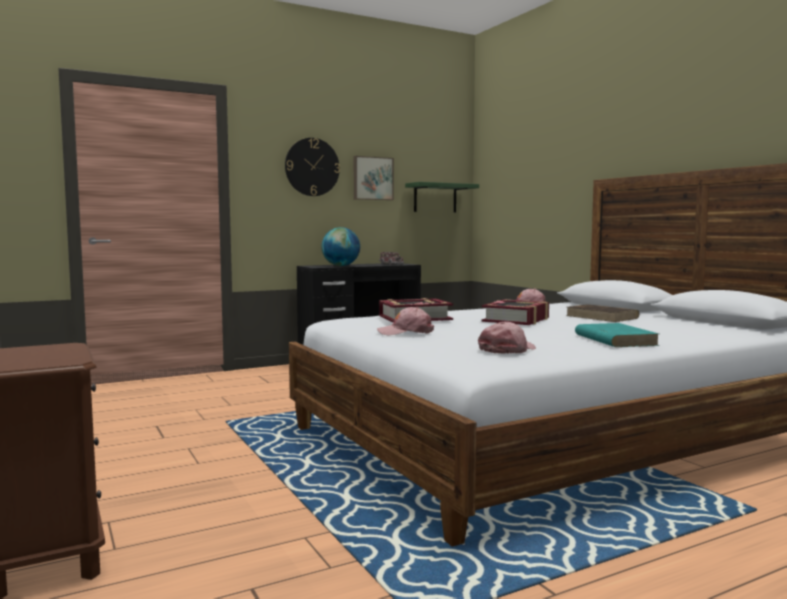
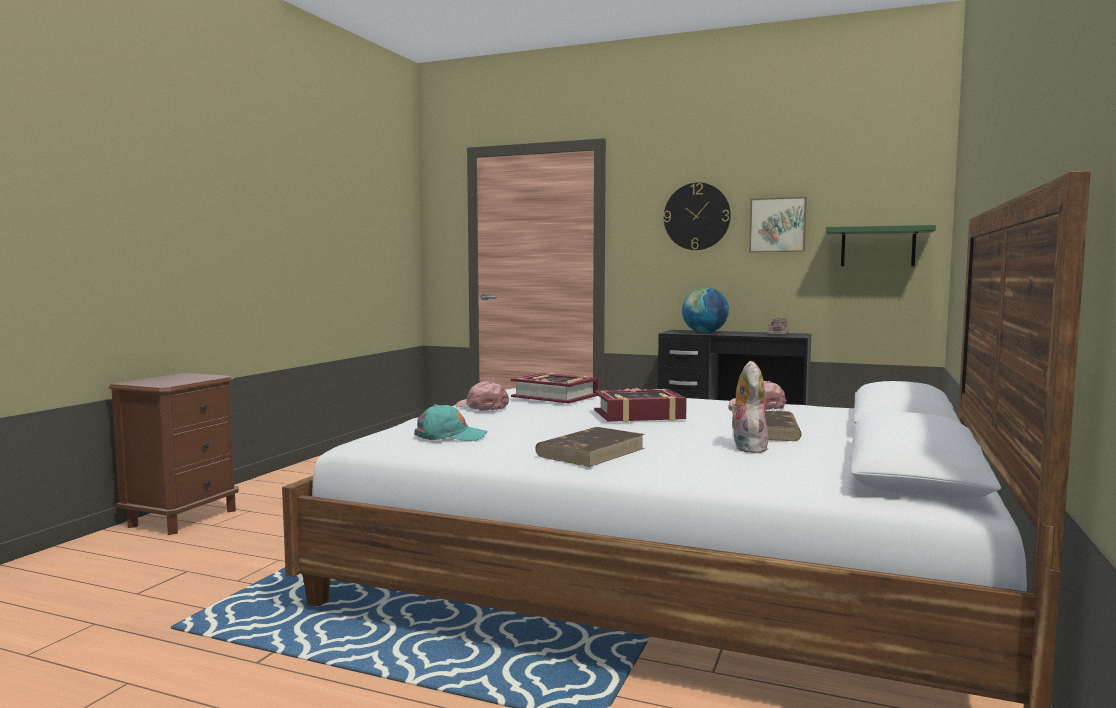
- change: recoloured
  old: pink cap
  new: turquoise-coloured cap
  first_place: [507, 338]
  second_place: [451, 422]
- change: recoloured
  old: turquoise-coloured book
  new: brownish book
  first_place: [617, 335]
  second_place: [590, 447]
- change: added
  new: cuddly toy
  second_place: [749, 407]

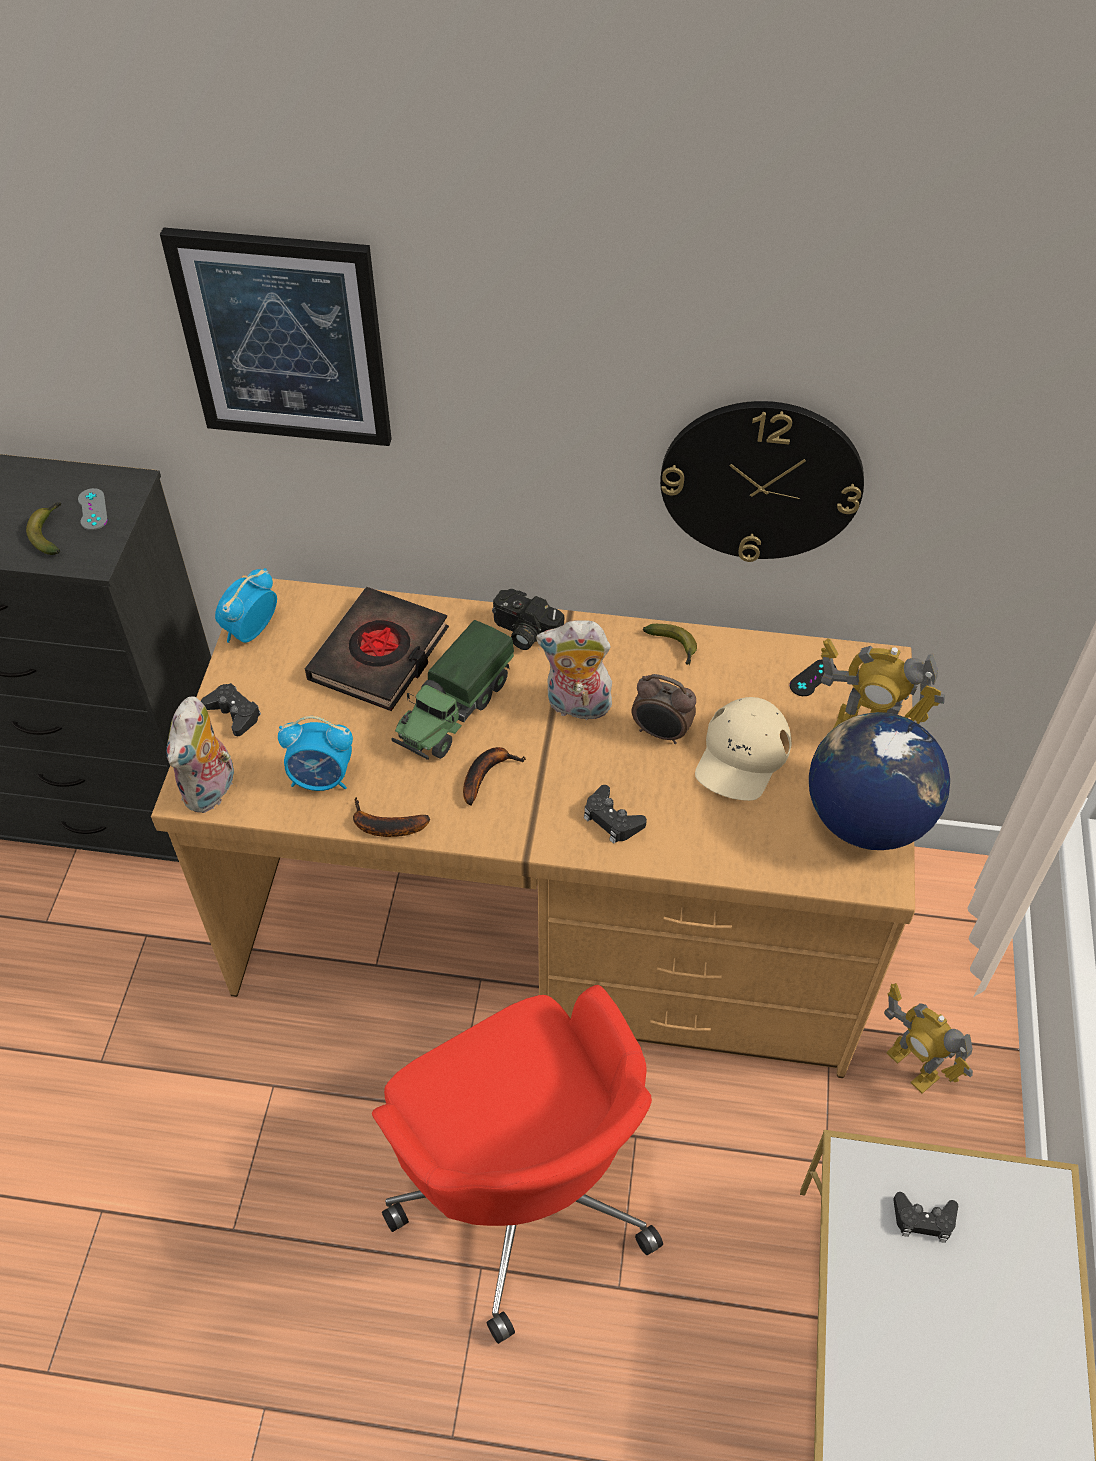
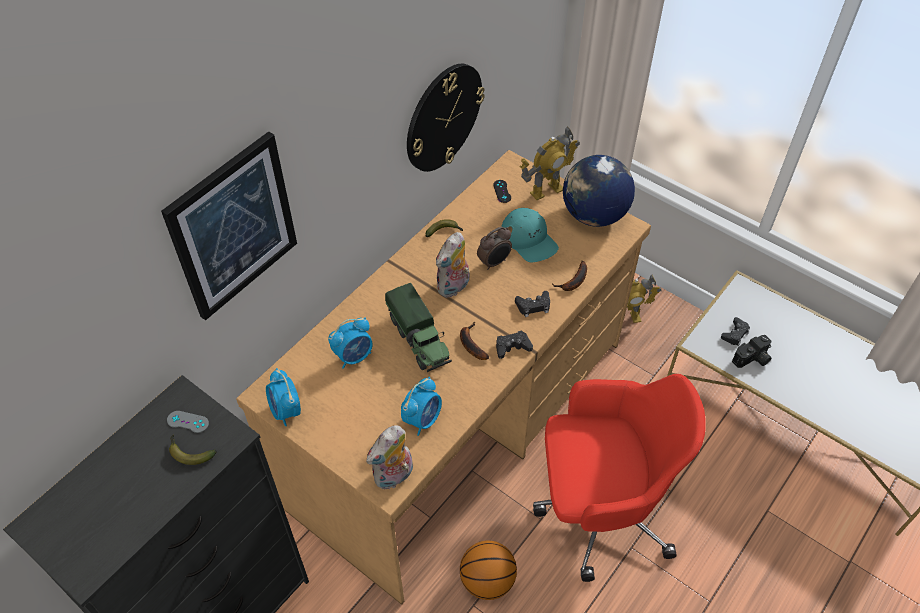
- change: replaced
  old: black book
  new: bedside clock
  first_place: [377, 649]
  second_place: [350, 343]
- change: moved
  old: photo camera
  first_place: [528, 619]
  second_place: [752, 351]
- change: moved
  old: black game controller
  first_place: [231, 709]
  second_place: [514, 345]
- change: turned
  old: cuddly toy
  first_place: [200, 754]
  second_place: [389, 457]
  degrees: 90
- change: recoloured
  old: sand-coloured cap
  new: turquoise-coloured cap
  first_place: [743, 749]
  second_place: [530, 235]
- change: moved
  old: banana
  first_place: [391, 817]
  second_place: [569, 276]
- change: added
  new: ball for basketball
  second_place: [488, 570]

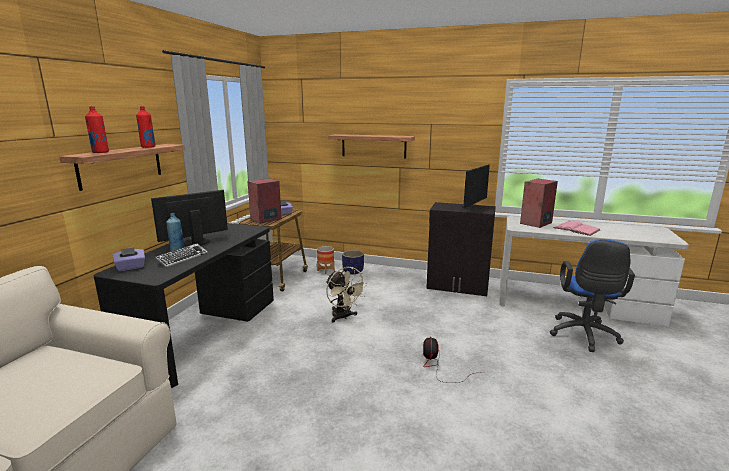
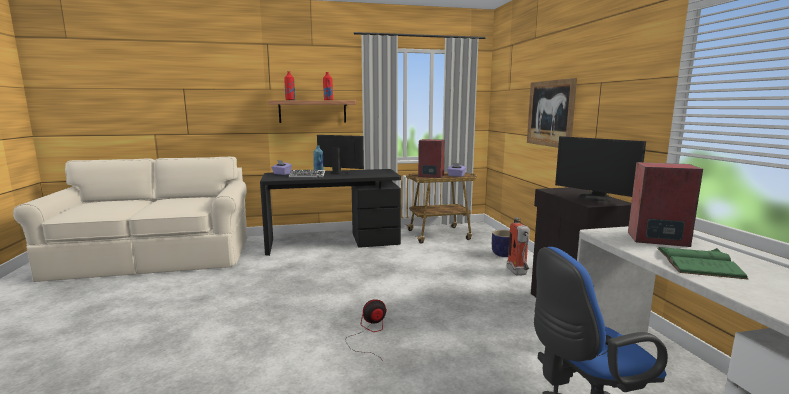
- change: replaced
  old: wall shelf
  new: wall art
  first_place: [371, 146]
  second_place: [552, 113]
- change: turned
  old: monitor
  first_place: [476, 187]
  second_place: [600, 168]
  degrees: 45
- change: recoloured
  old: pink book
  new: green book
  first_place: [576, 228]
  second_place: [703, 263]
- change: removed
  old: flower pot
  first_place: [326, 260]
- change: removed
  old: sand-coloured cooling fan
  first_place: [347, 295]
- change: added
  new: fire extinguisher
  second_place: [518, 246]

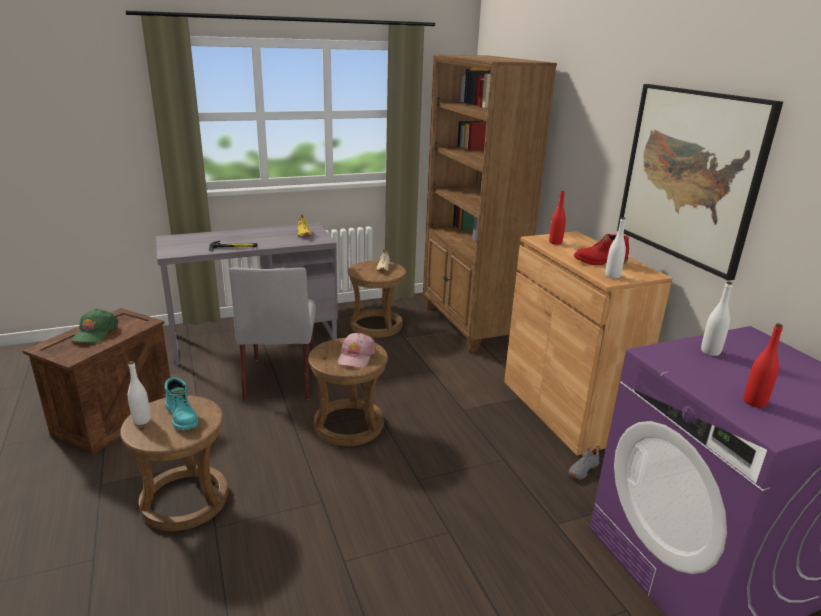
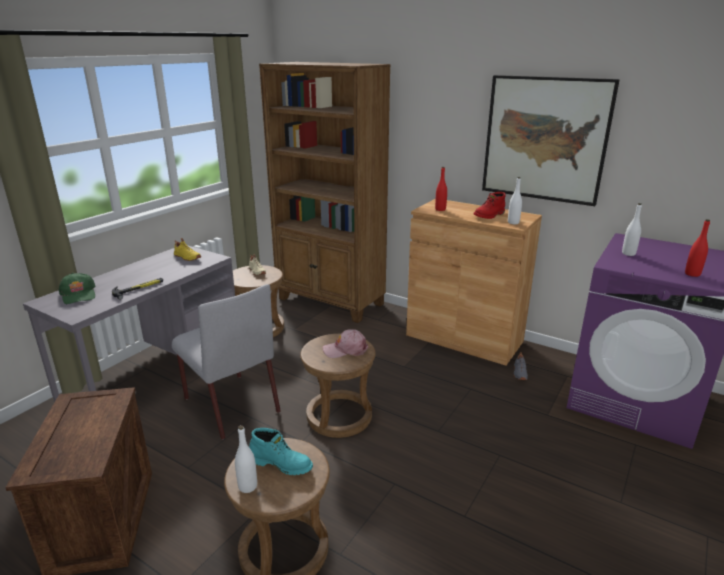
- change: moved
  old: green cap
  first_place: [94, 326]
  second_place: [77, 288]
- change: turned
  old: pink cap
  first_place: [357, 350]
  second_place: [345, 343]
  degrees: 105

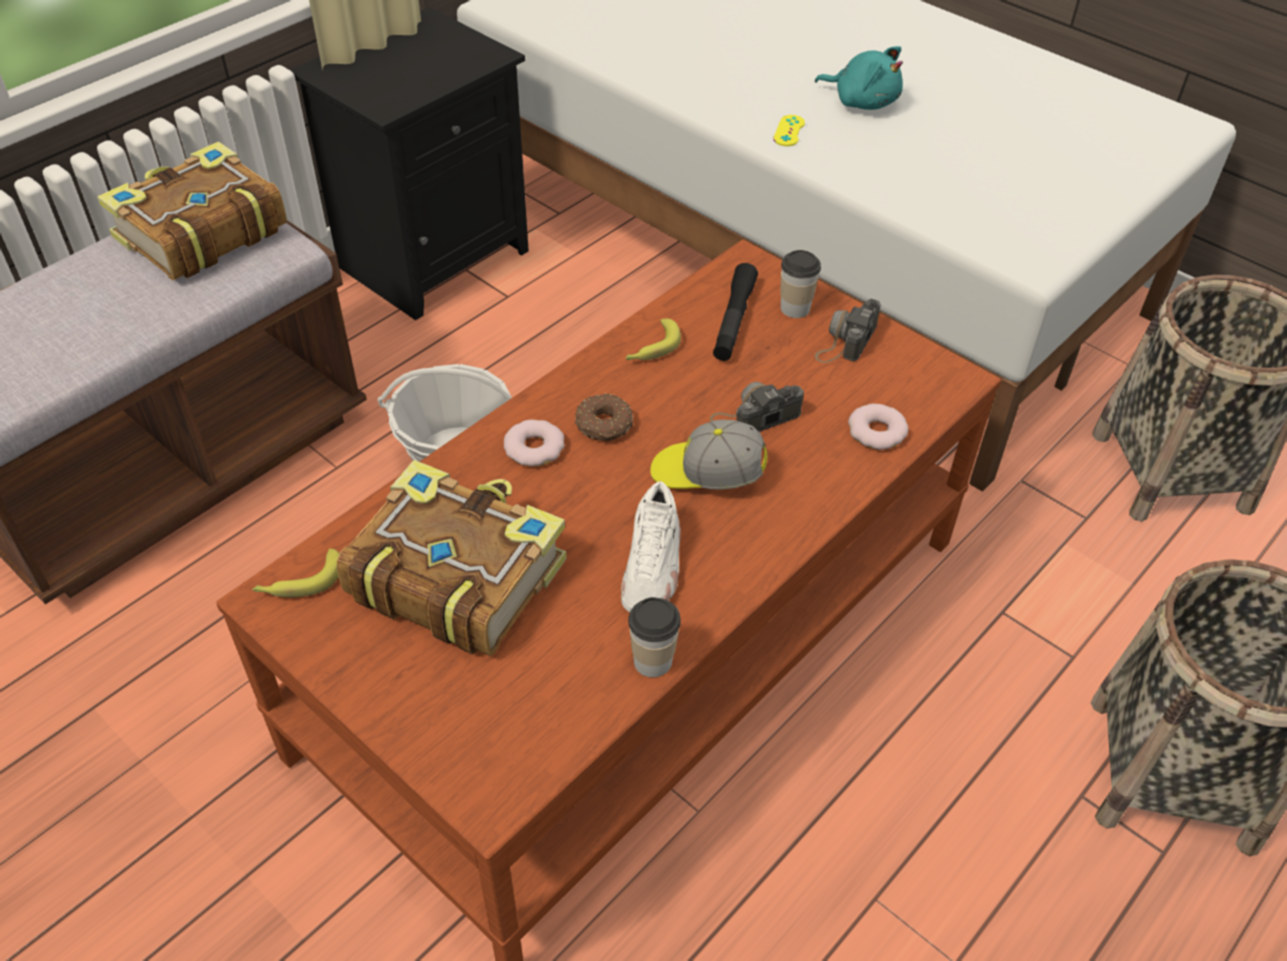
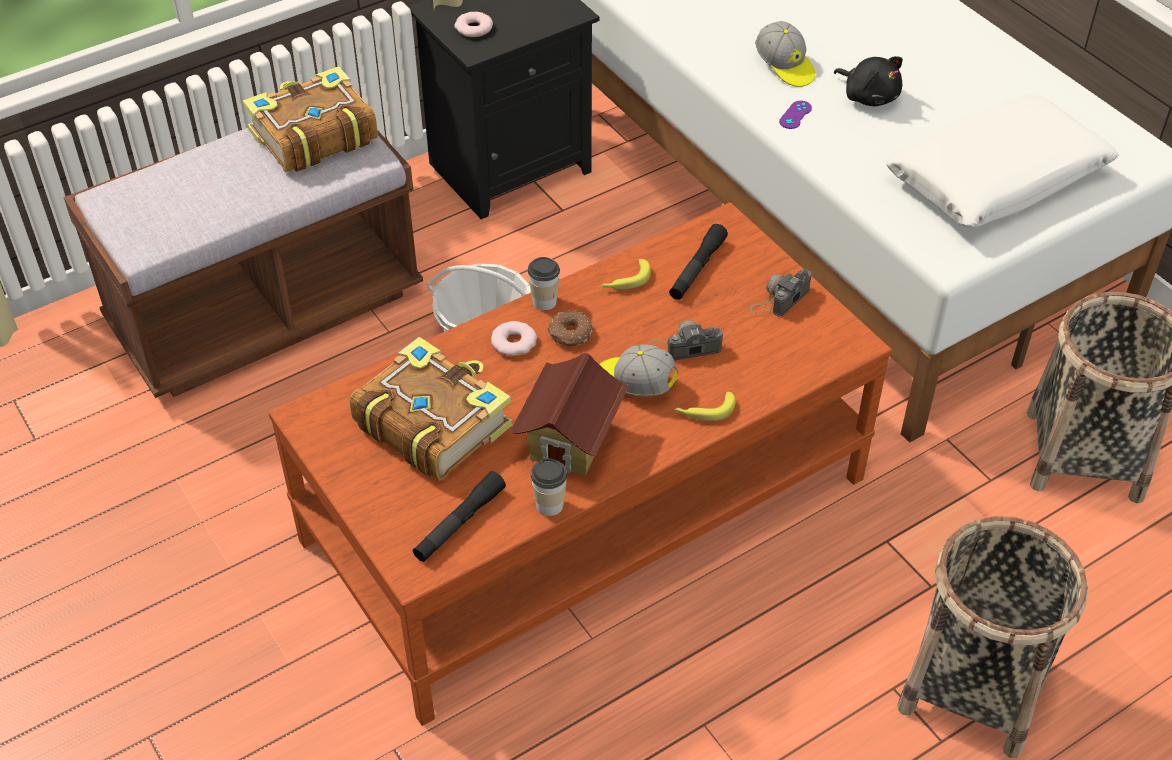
- change: recoloured
  old: turquoise-coloured cuddly toy
  new: black cuddly toy
  first_place: [859, 78]
  second_place: [868, 81]
- change: recoloured
  old: yellow-coloured game controller
  new: purple game controller
  first_place: [789, 130]
  second_place: [795, 115]
- change: moved
  old: small cup
  first_place: [800, 284]
  second_place: [544, 283]
- change: moved
  old: donut
  first_place: [878, 427]
  second_place: [474, 24]
- change: replaced
  old: whitish item of footwear
  new: miniature house
  first_place: [651, 547]
  second_place: [569, 414]
- change: moved
  old: banana
  first_place: [295, 573]
  second_place: [704, 406]
- change: added
  new: cap
  second_place: [785, 54]
- change: added
  new: whitish throw pillow
  second_place: [1002, 161]
- change: added
  new: black flashlight
  second_place: [459, 516]

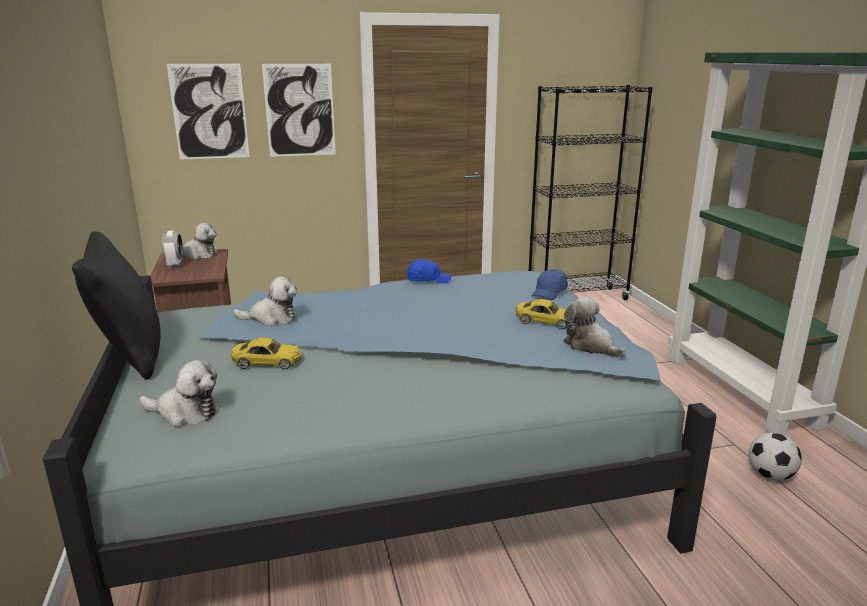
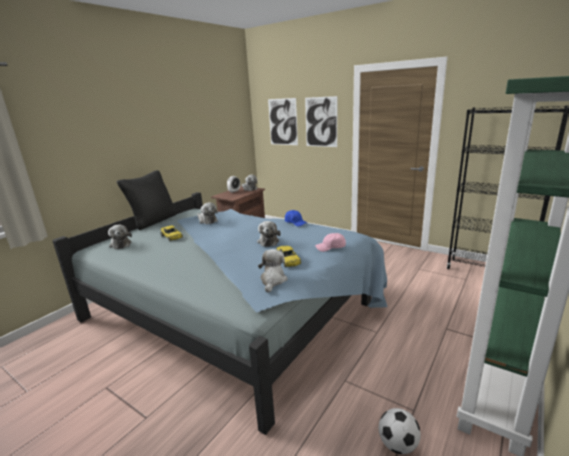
- change: recoloured
  old: blue-coloured cap
  new: pink cap
  first_place: [550, 284]
  second_place: [330, 242]
- change: added
  new: cuddly toy
  second_place: [269, 234]

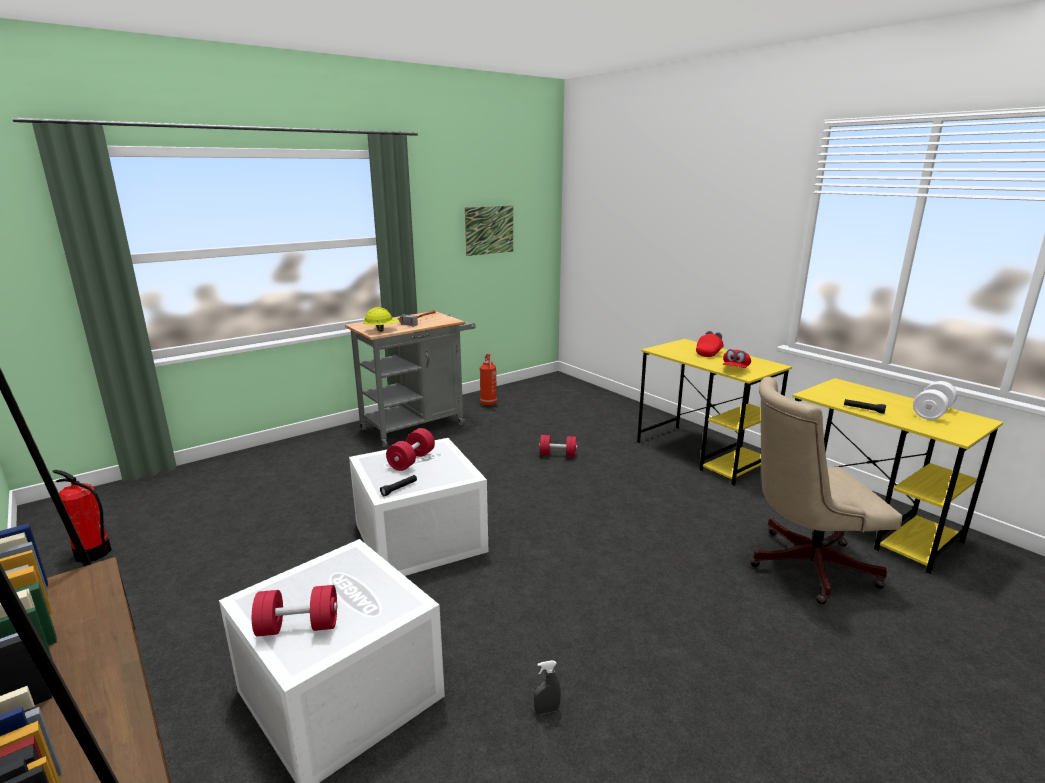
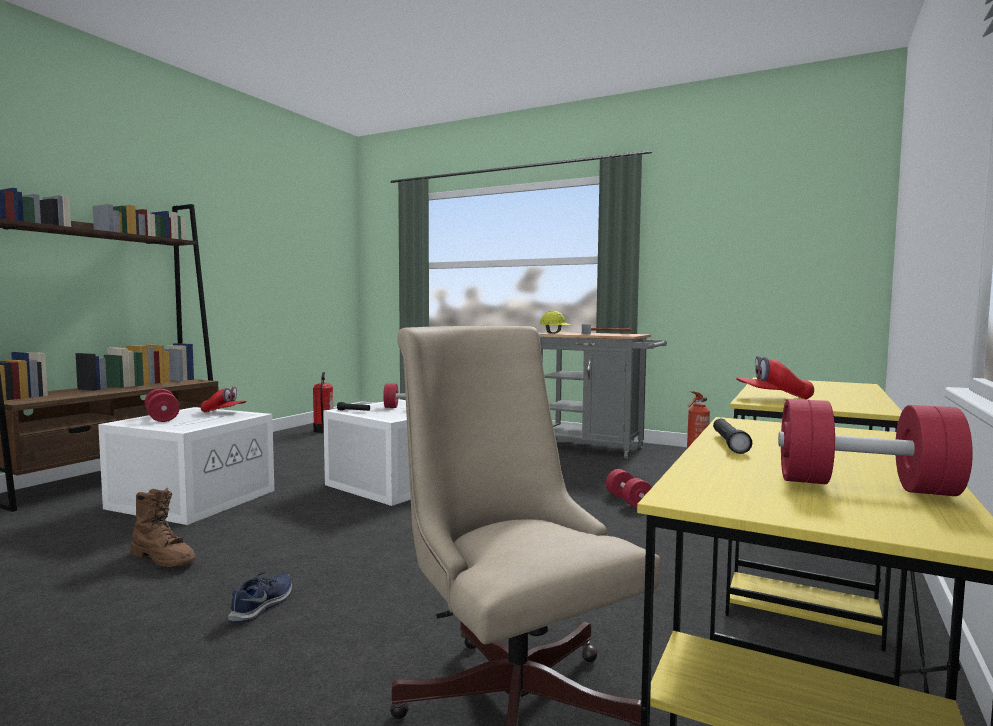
- change: removed
  old: wall art
  first_place: [489, 230]
- change: moved
  old: red-coloured cap
  first_place: [710, 344]
  second_place: [223, 399]
- change: recoloured
  old: whitish free weight
  new: red-coloured free weight
  first_place: [935, 400]
  second_place: [875, 447]
- change: replaced
  old: grey hand sprayer
  new: brownish high-top boot
  first_place: [547, 687]
  second_place: [163, 527]
- change: added
  new: blue-coloured item of footwear
  second_place: [260, 597]

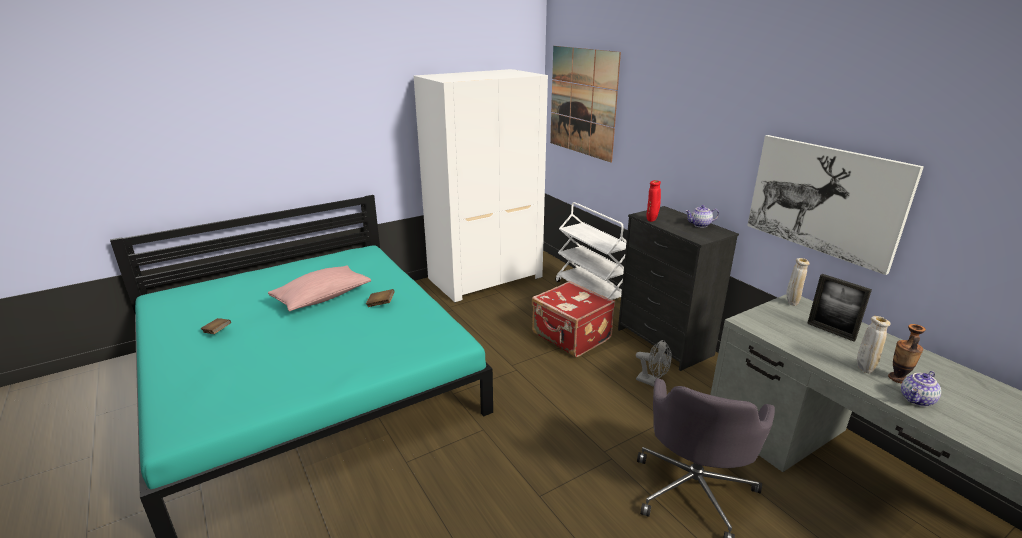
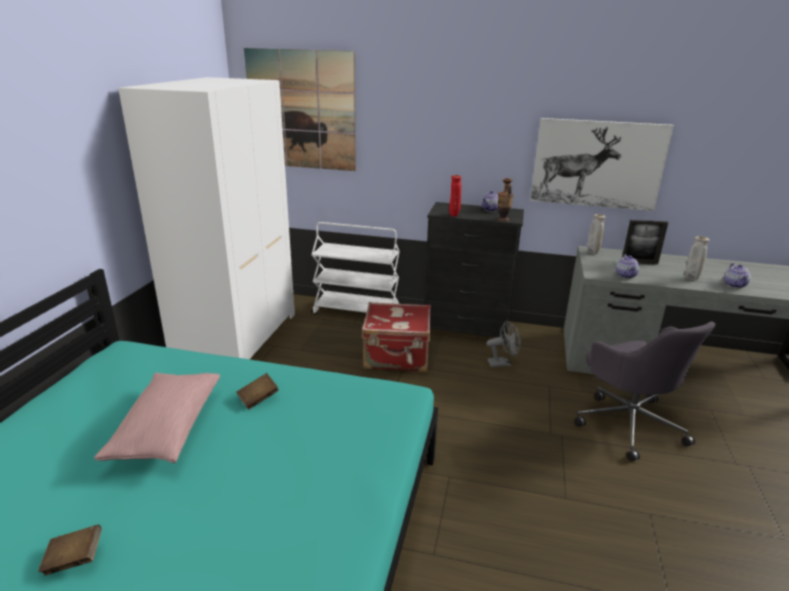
- change: moved
  old: vase
  first_place: [907, 354]
  second_place: [505, 199]
- change: added
  new: pot for tea
  second_place: [628, 266]

